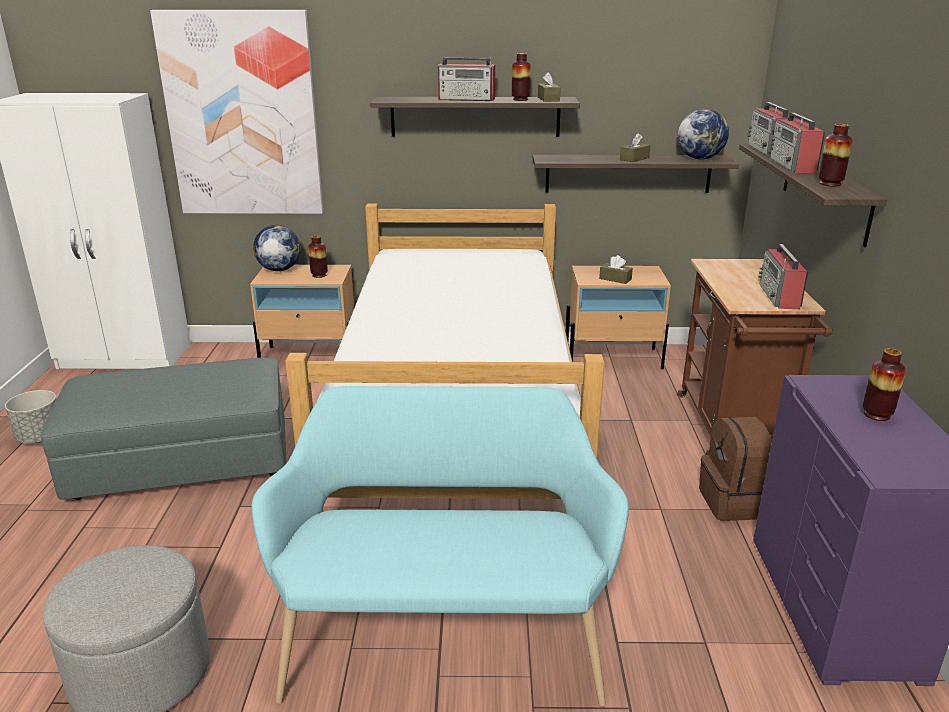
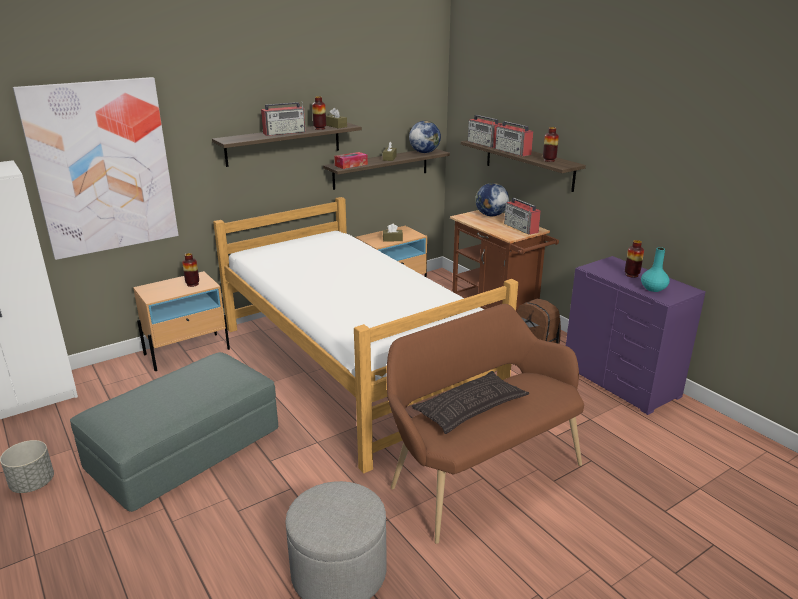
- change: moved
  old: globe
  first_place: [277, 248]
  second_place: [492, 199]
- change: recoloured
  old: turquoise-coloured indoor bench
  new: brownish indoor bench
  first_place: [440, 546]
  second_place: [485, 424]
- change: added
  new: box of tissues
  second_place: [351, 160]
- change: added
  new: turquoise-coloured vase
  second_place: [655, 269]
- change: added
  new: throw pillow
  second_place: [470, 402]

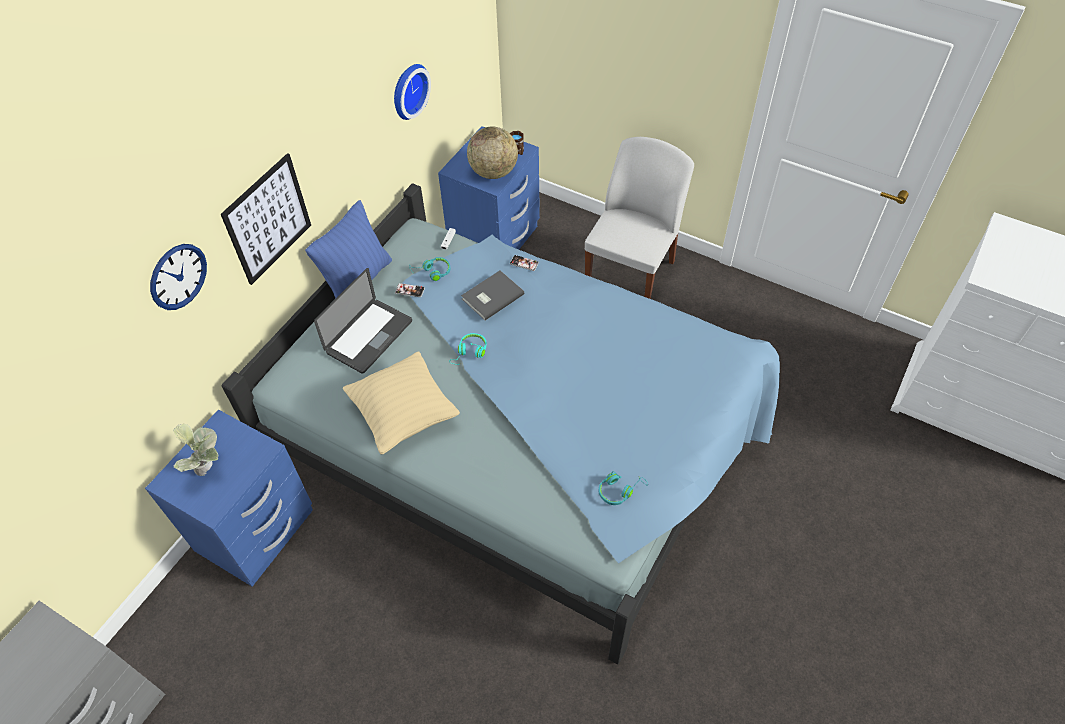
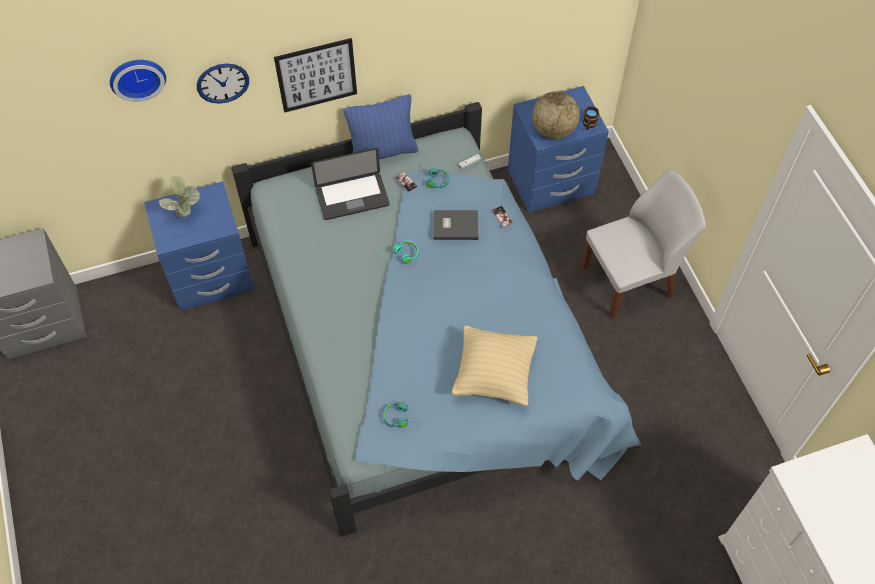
- change: moved
  old: wall clock
  first_place: [412, 92]
  second_place: [138, 81]
- change: moved
  old: sand-coloured throw pillow
  first_place: [401, 402]
  second_place: [494, 365]

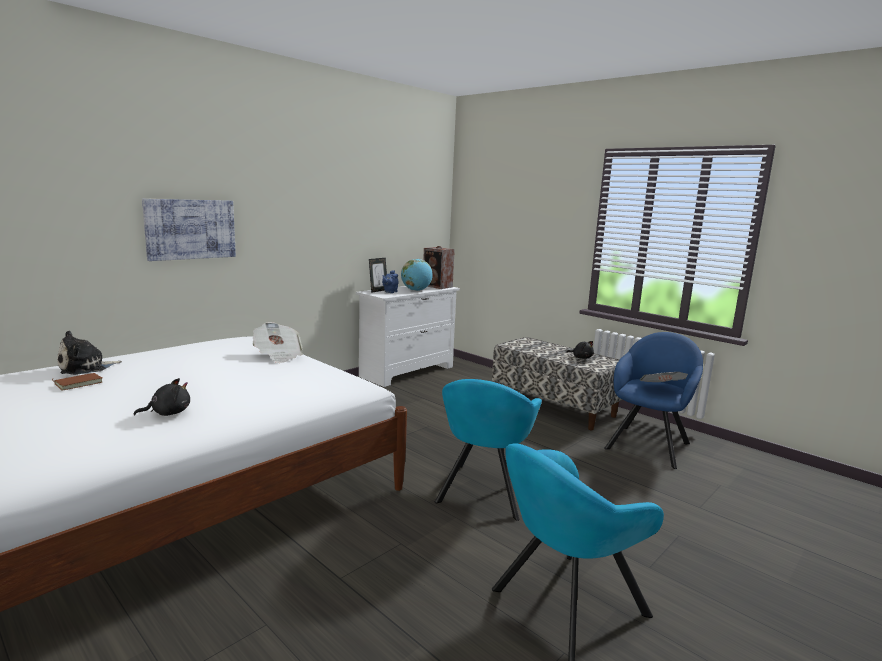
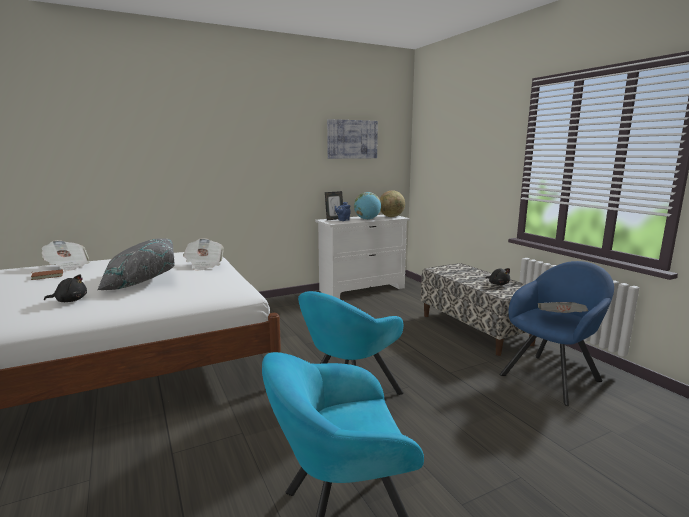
- change: moved
  old: wall art
  first_place: [189, 230]
  second_place: [352, 139]
- change: replaced
  old: speaker
  new: globe
  first_place: [439, 267]
  second_place: [392, 204]
- change: replaced
  old: cuddly toy
  new: daily paper
  first_place: [89, 353]
  second_place: [66, 255]
- change: added
  new: grey throw pillow
  second_place: [136, 264]

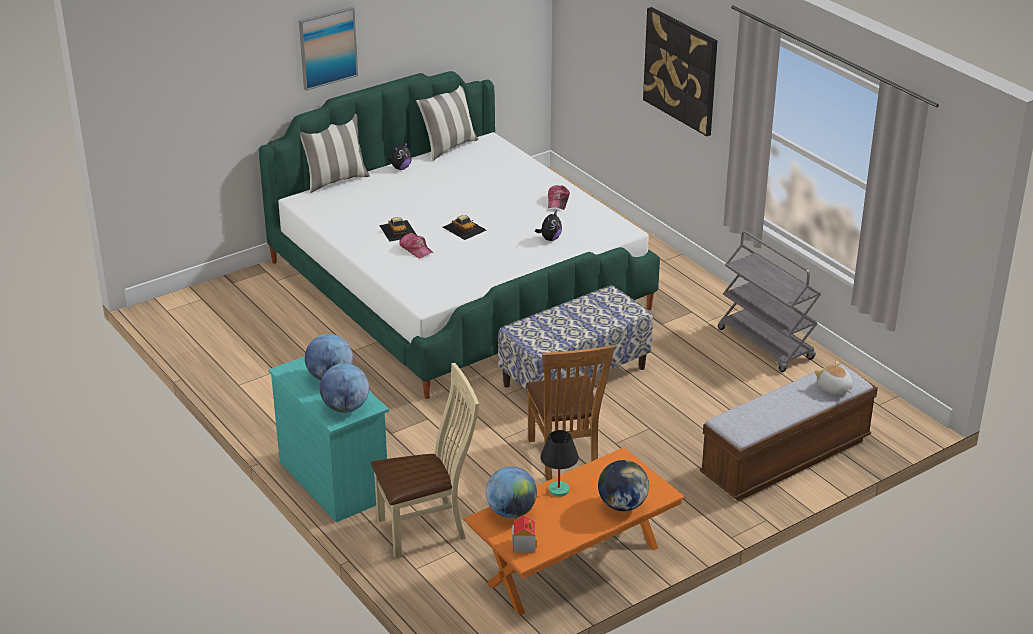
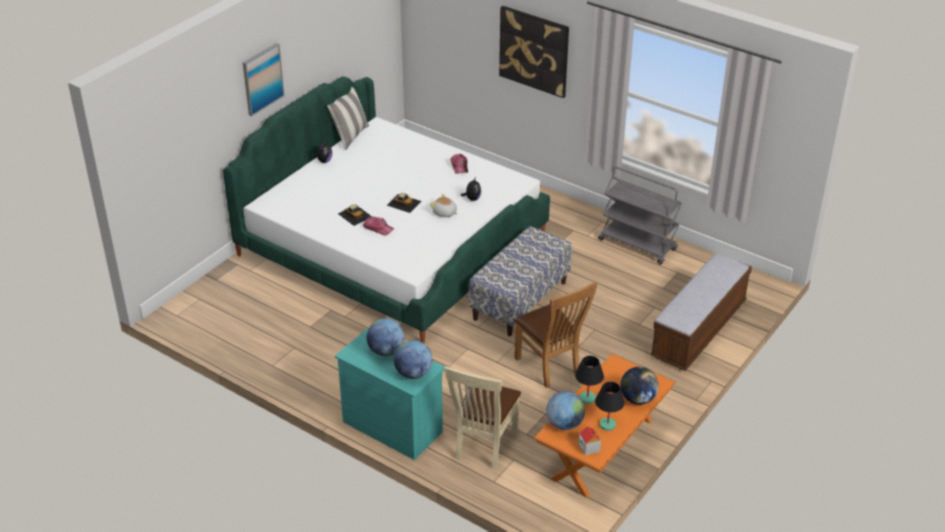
- change: removed
  old: throw pillow
  first_place: [335, 153]
- change: moved
  old: cuddly toy
  first_place: [834, 378]
  second_place: [443, 205]
- change: turned
  old: sand-coloured plain chair
  first_place: [425, 461]
  second_place: [483, 418]
  degrees: 150
- change: added
  new: black lamp for a table
  second_place: [610, 406]

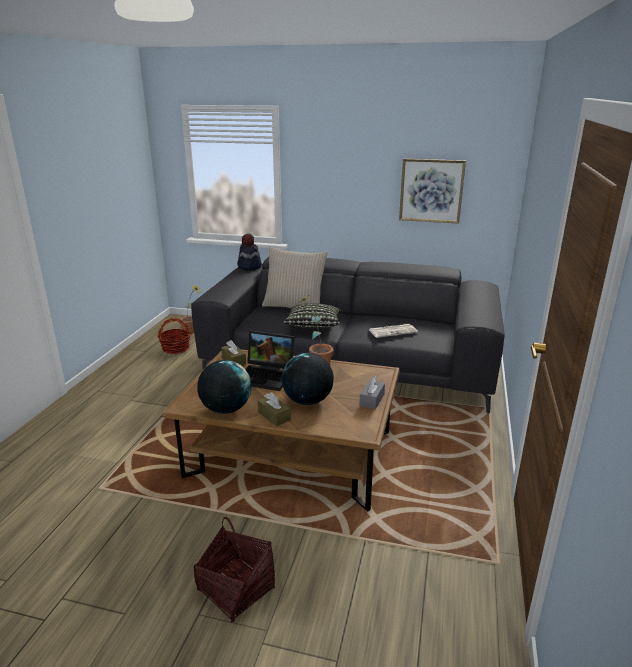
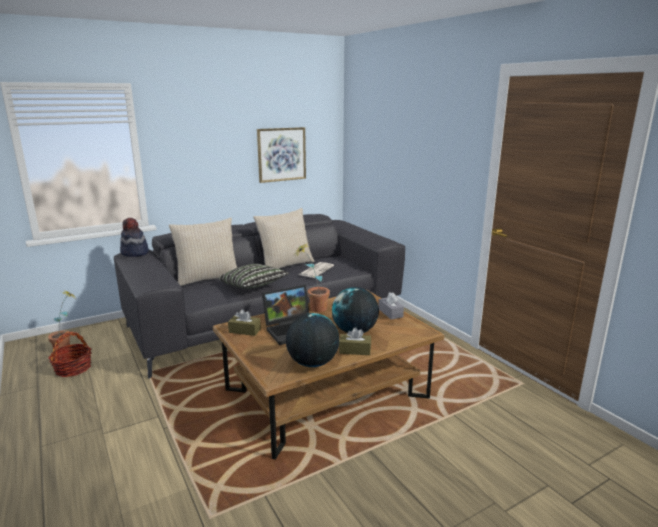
- change: removed
  old: household basket
  first_place: [234, 570]
- change: added
  new: sand-coloured throw pillow
  second_place: [283, 238]

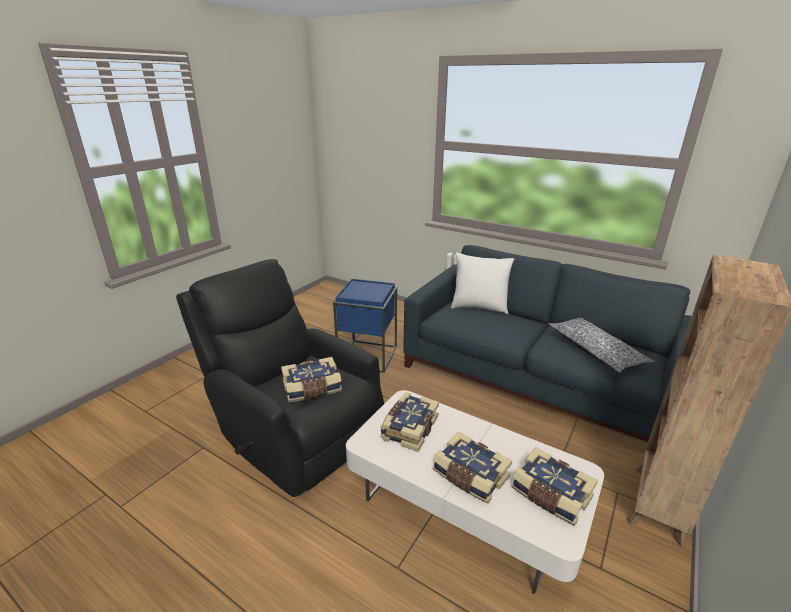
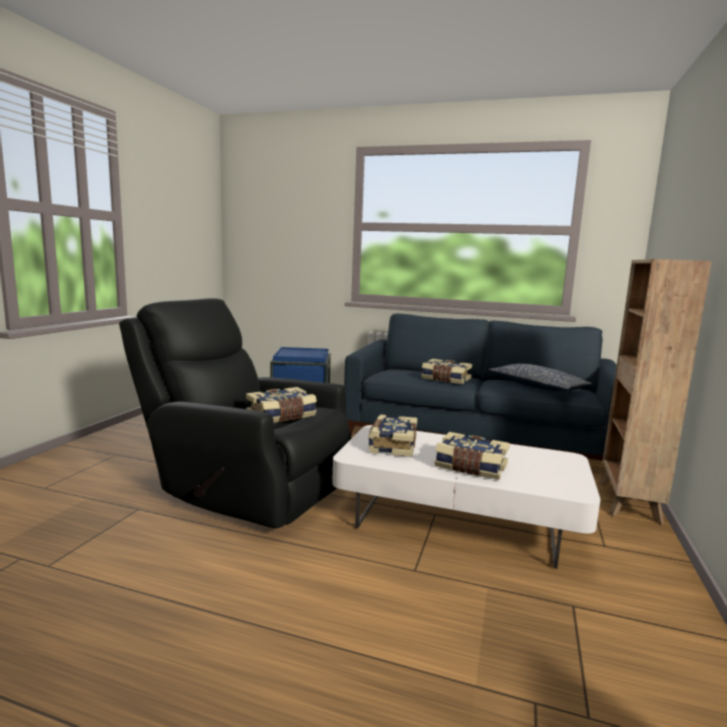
- change: removed
  old: whitish throw pillow
  first_place: [482, 283]
- change: moved
  old: book
  first_place: [554, 486]
  second_place: [446, 371]

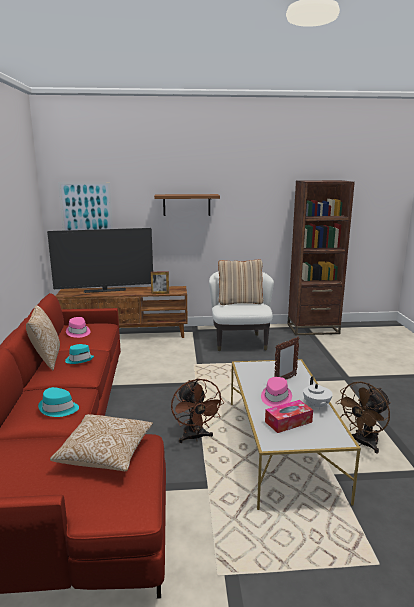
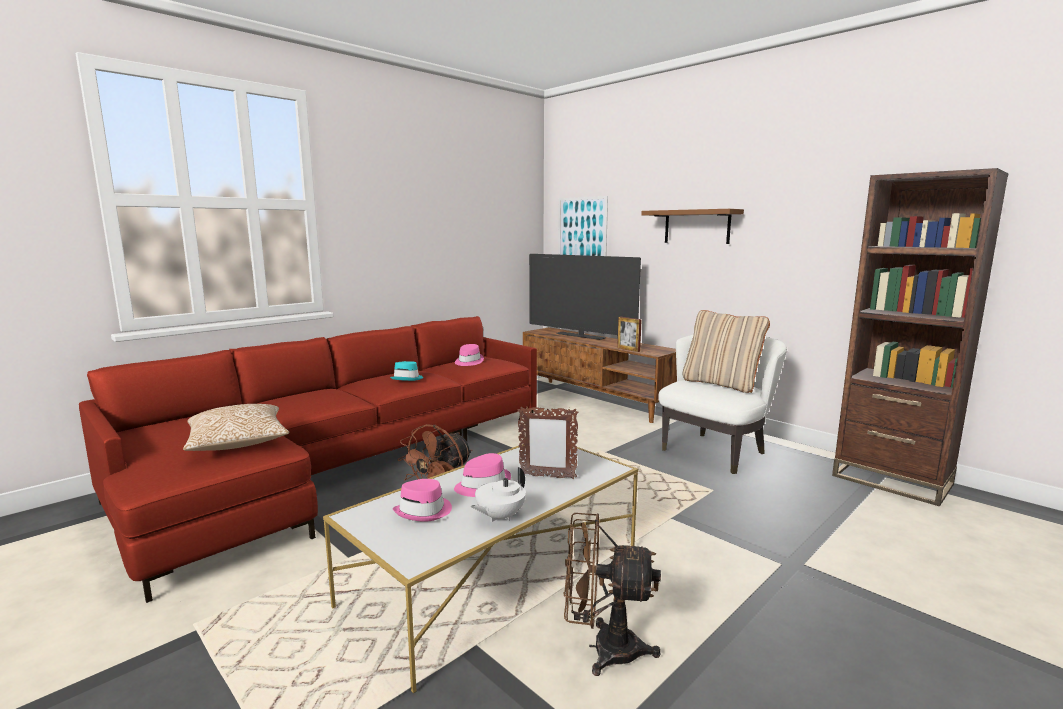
- change: removed
  old: throw pillow
  first_place: [43, 337]
- change: removed
  old: turquoise-coloured hat
  first_place: [58, 402]
- change: replaced
  old: box of tissues
  new: pink hat
  first_place: [289, 416]
  second_place: [422, 500]

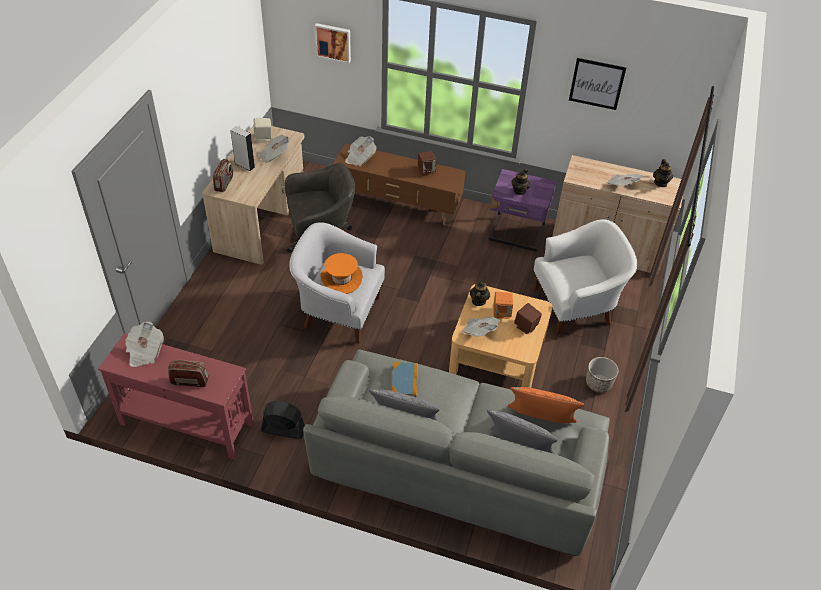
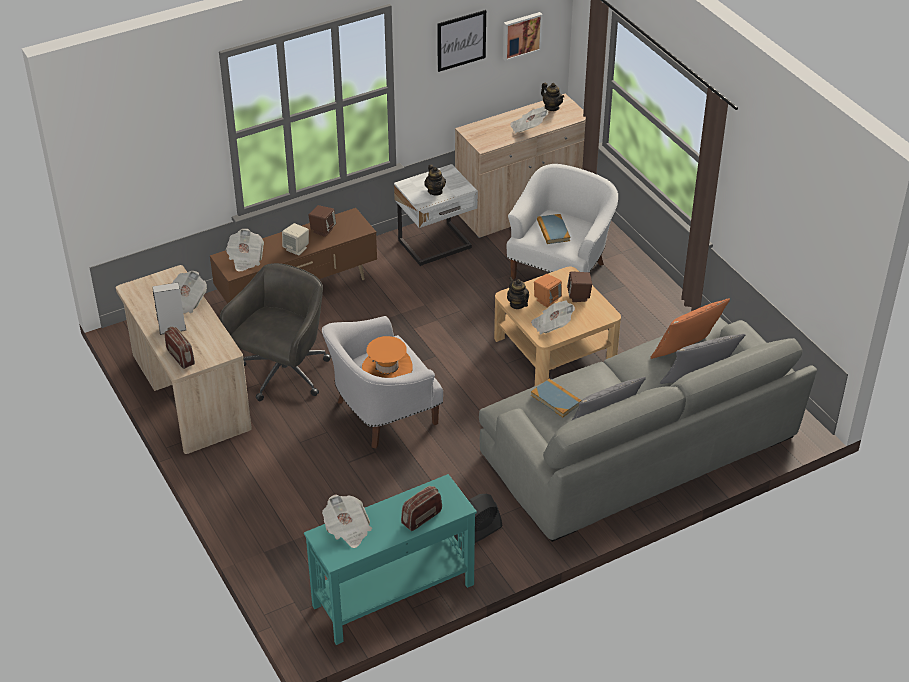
- change: moved
  old: wall art
  first_place: [333, 43]
  second_place: [523, 36]
- change: moved
  old: sand-coloured speaker
  first_place: [262, 130]
  second_place: [295, 239]
- change: recoloured
  old: purple night table
  new: whitish night table
  first_place: [523, 210]
  second_place: [436, 215]
- change: recoloured
  old: red-coloured narrow table
  new: turquoise-coloured narrow table
  first_place: [176, 396]
  second_place: [390, 559]
- change: removed
  old: flower pot
  first_place: [602, 375]
- change: added
  new: book
  second_place: [553, 229]

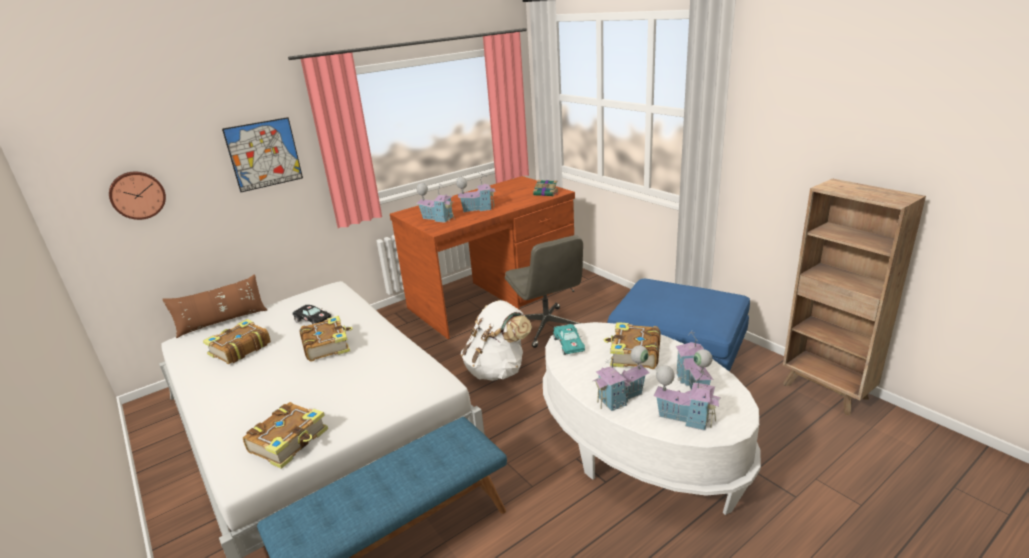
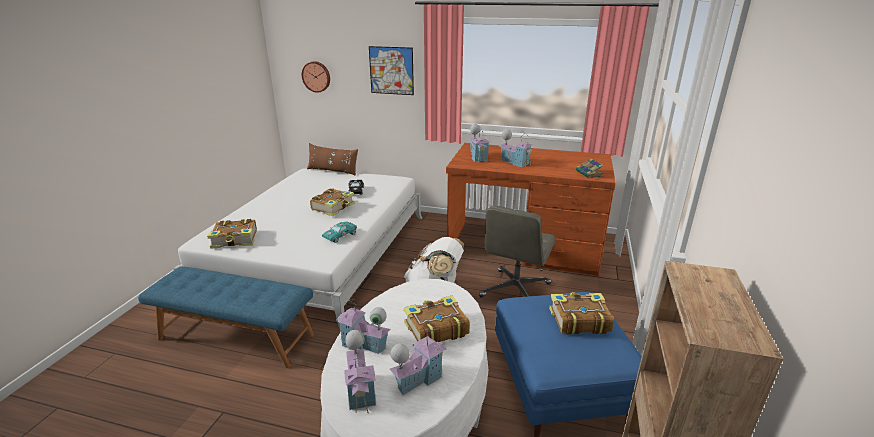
- change: moved
  old: book
  first_place: [237, 341]
  second_place: [581, 313]
- change: moved
  old: turquoise-coloured toy car
  first_place: [569, 339]
  second_place: [339, 232]

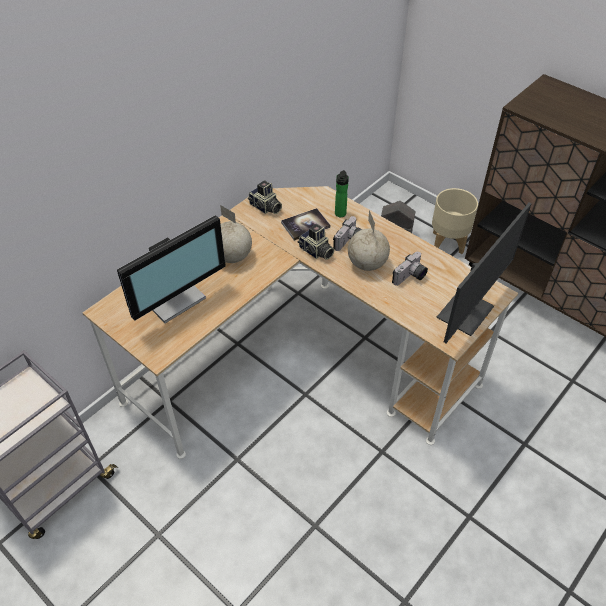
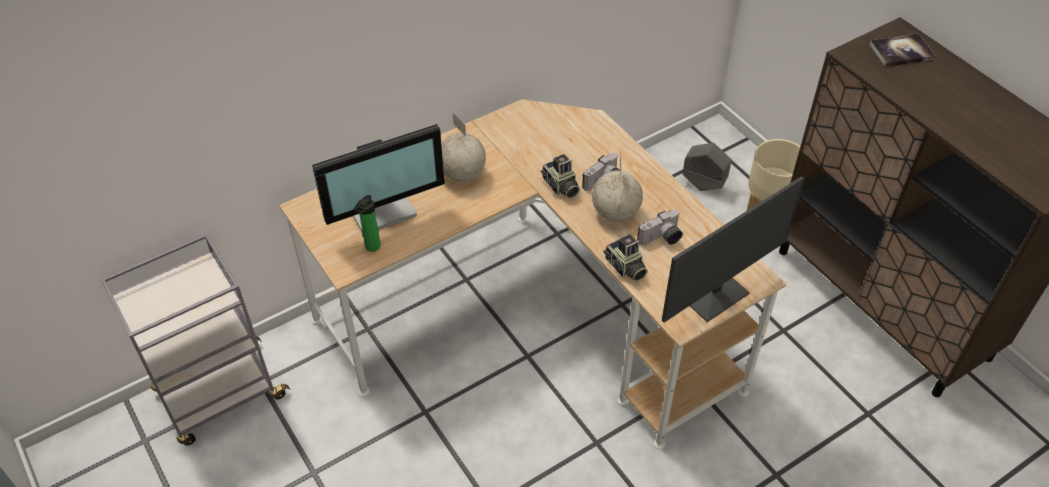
- change: moved
  old: drink bottle
  first_place: [342, 193]
  second_place: [367, 223]
- change: moved
  old: photo camera
  first_place: [265, 197]
  second_place: [626, 258]
- change: moved
  old: book
  first_place: [305, 224]
  second_place: [902, 50]

